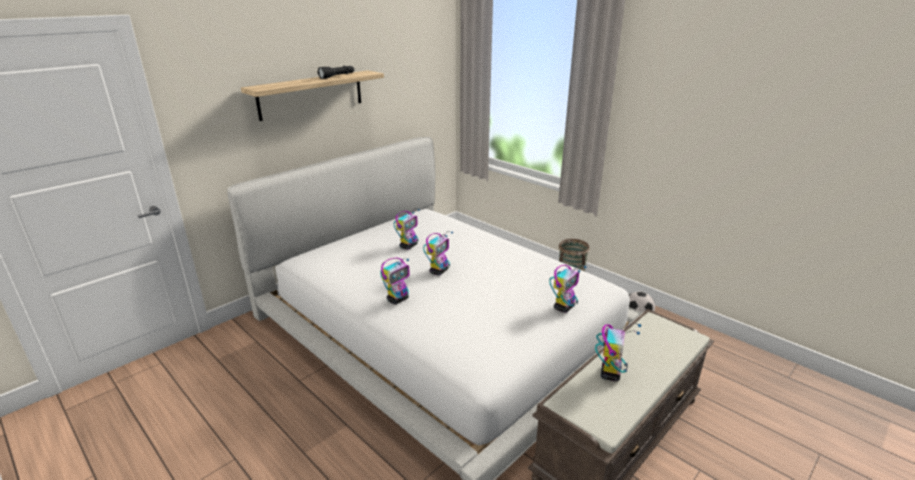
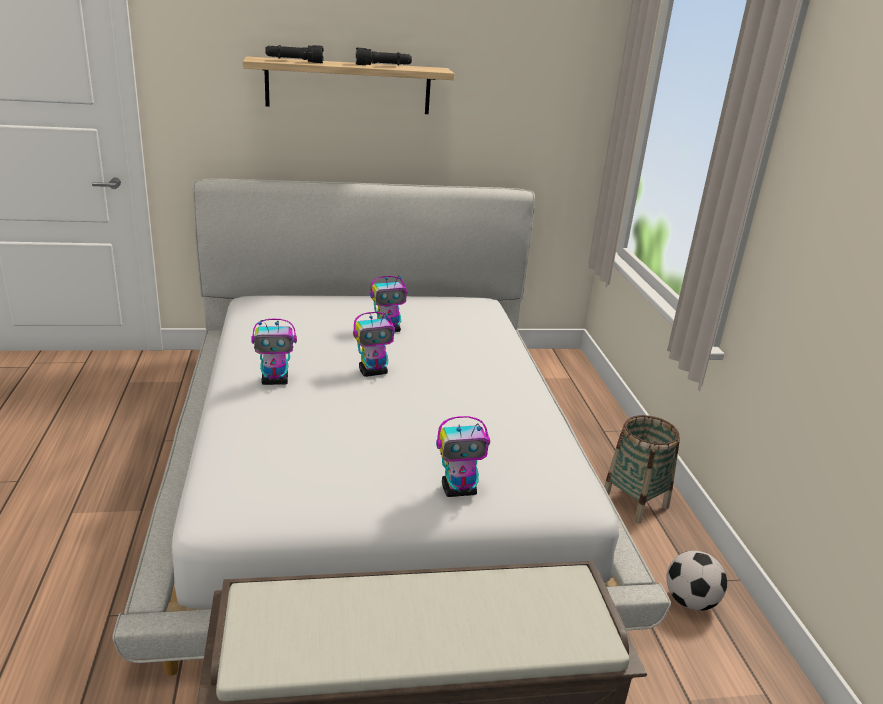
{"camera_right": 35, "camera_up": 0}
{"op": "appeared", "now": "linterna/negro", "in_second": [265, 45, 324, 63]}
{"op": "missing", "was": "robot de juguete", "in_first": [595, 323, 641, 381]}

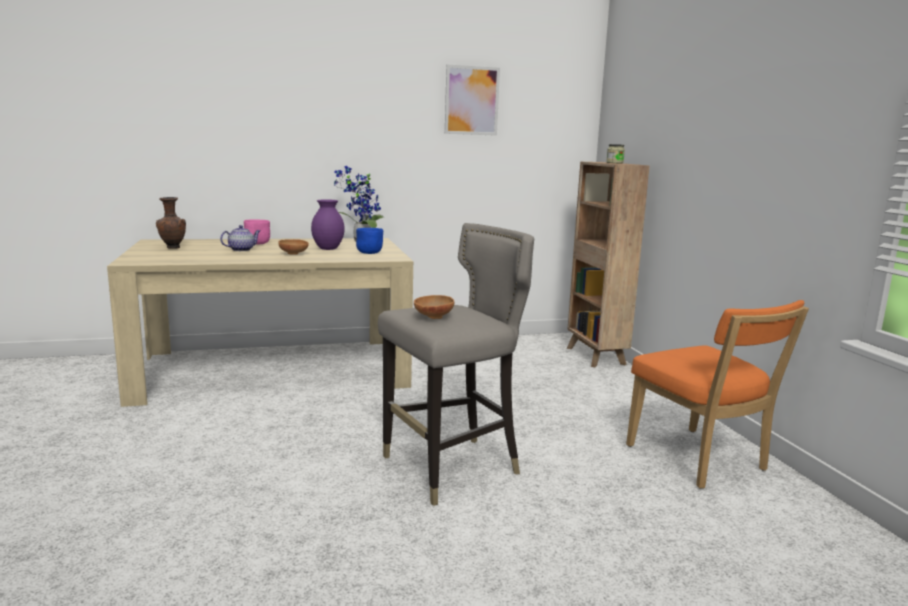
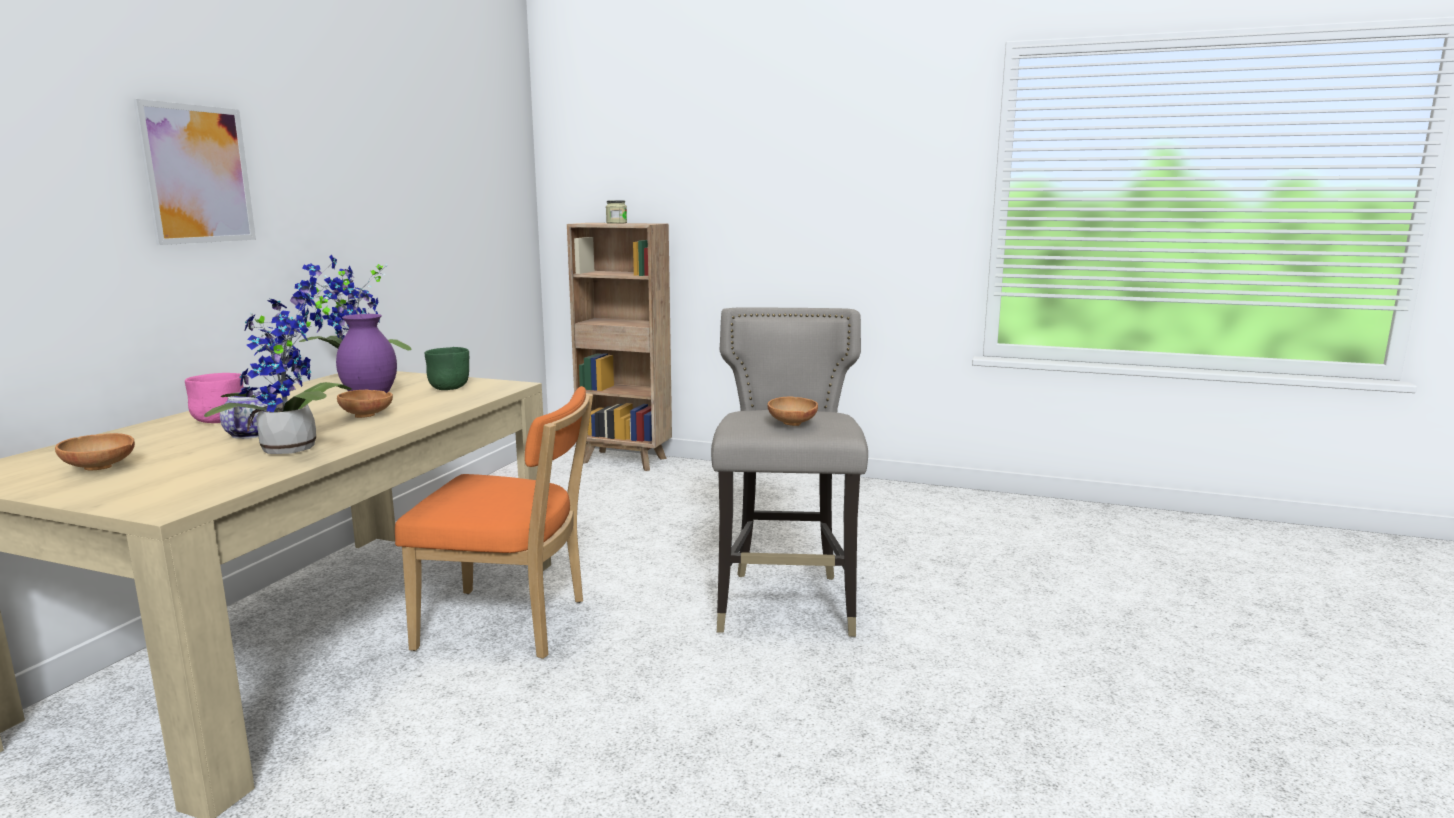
{"camera_right": -55, "camera_up": 0}
{"op": "exchanged", "was": "florero/marrón", "now": "cuenco/marrón", "in_first": [156, 197, 186, 249], "in_second": [55, 433, 135, 470]}
{"op": "relocated", "was": "cuadro", "in_first": [445, 65, 500, 136], "in_second": [134, 99, 256, 245]}
{"op": "appeared", "now": "planta en maceta", "in_second": [204, 276, 352, 454]}
{"op": "relocated", "was": "silla/naranja", "in_first": [626, 300, 809, 489], "in_second": [395, 386, 593, 659]}
{"op": "colour", "was": "cuenco/azul", "now": "cuenco/verde", "in_first": [356, 228, 383, 254], "in_second": [425, 347, 469, 390]}

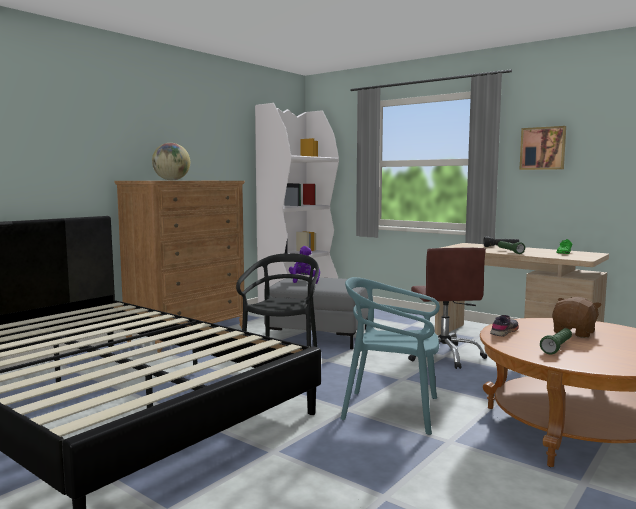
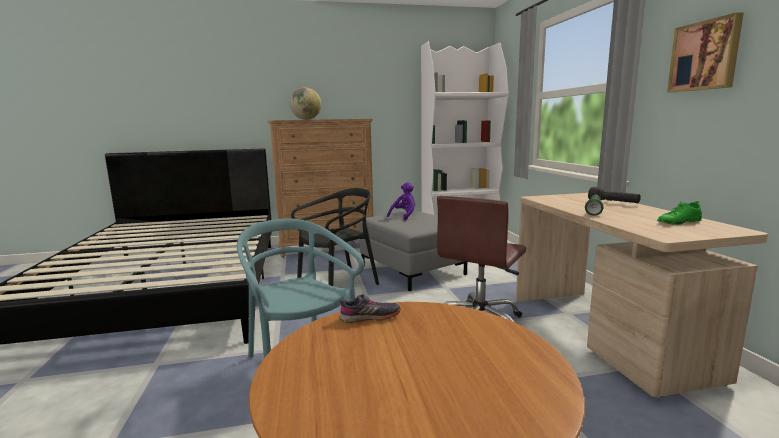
{"camera_right": 40, "camera_up": 5}
{"op": "missing", "was": "linterna/verde", "in_first": [540, 328, 572, 354]}
{"op": "missing", "was": "peluche/marrón", "in_first": [552, 297, 602, 338]}

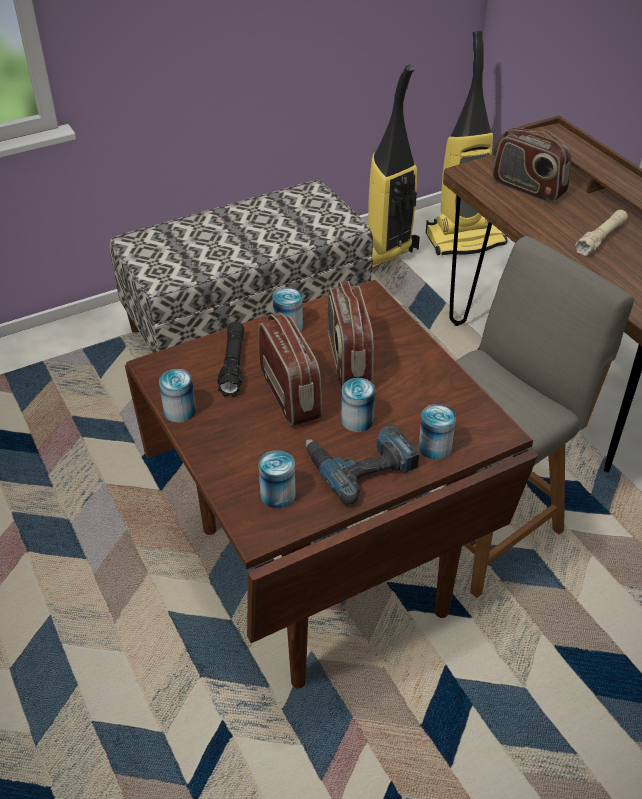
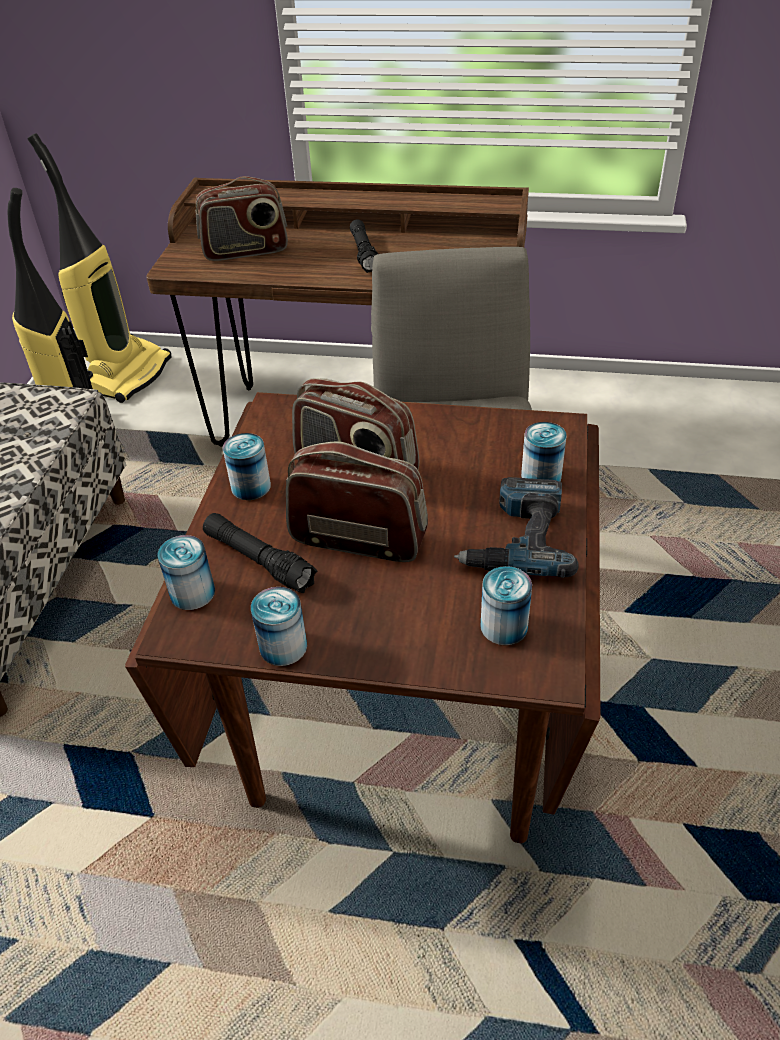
{"camera_right": -50, "camera_up": 0}
{"op": "relocated", "was": "lata", "in_first": [341, 378, 375, 432], "in_second": [157, 535, 215, 610]}
{"op": "colour", "was": "linterna/beis", "now": "linterna/negro", "in_first": [575, 210, 628, 256], "in_second": [350, 219, 378, 273]}

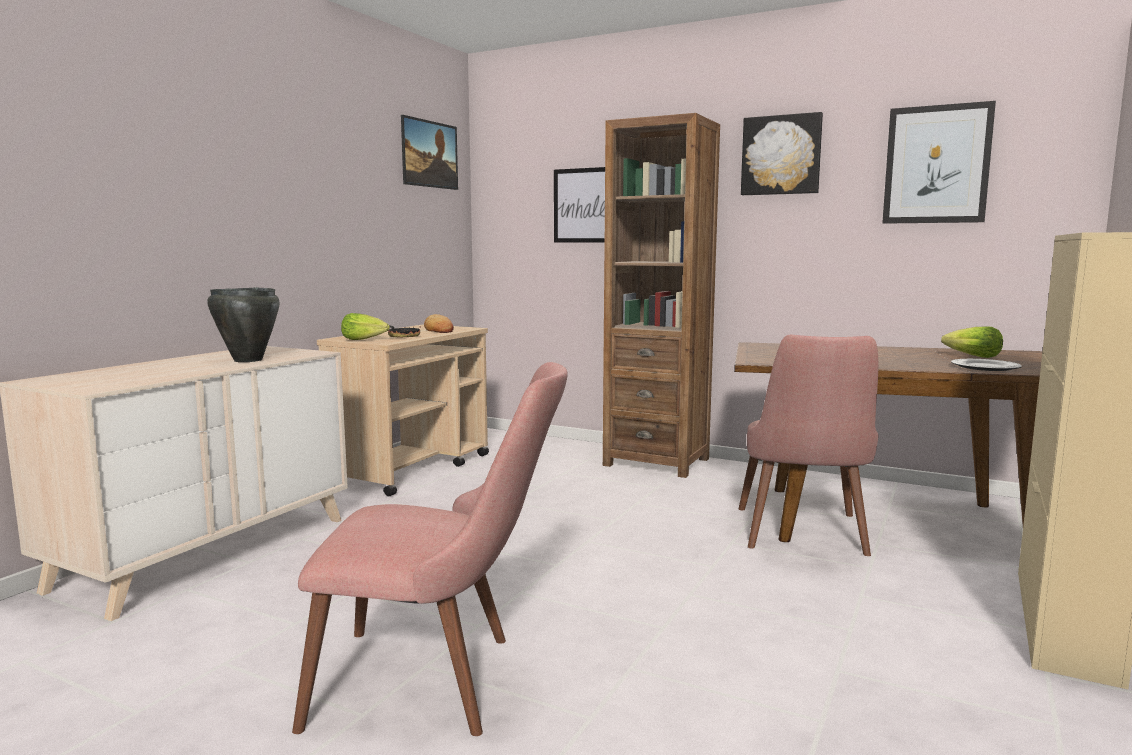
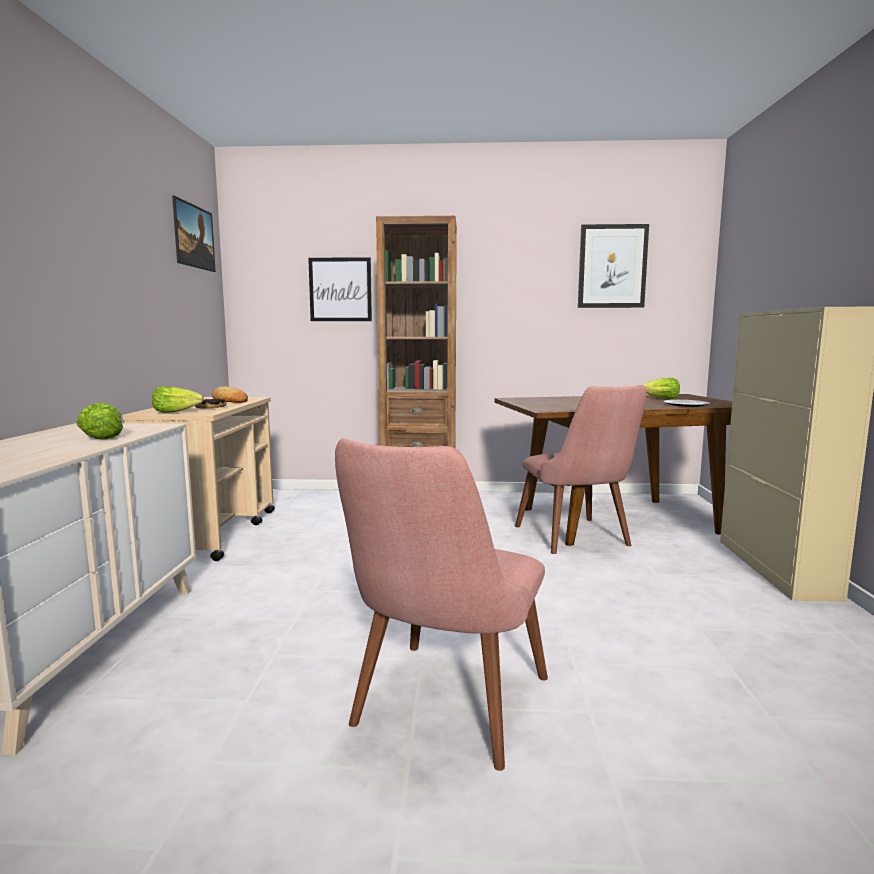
{"camera_right": -25, "camera_up": 0}
{"op": "exchanged", "was": "olla/negro", "now": "lechuga", "in_first": [207, 287, 280, 362], "in_second": [76, 403, 123, 440]}
{"op": "spun", "was": "silla/rosa", "in_first": [292, 362, 568, 736], "in_second": [335, 438, 548, 771], "clockwise": 135}
{"op": "missing", "was": "cuadro", "in_first": [741, 112, 823, 195]}

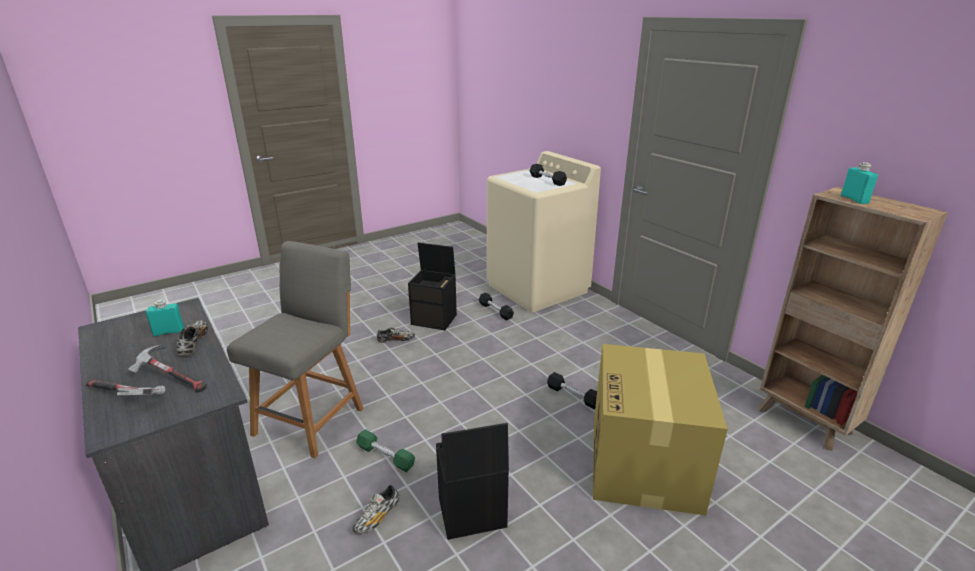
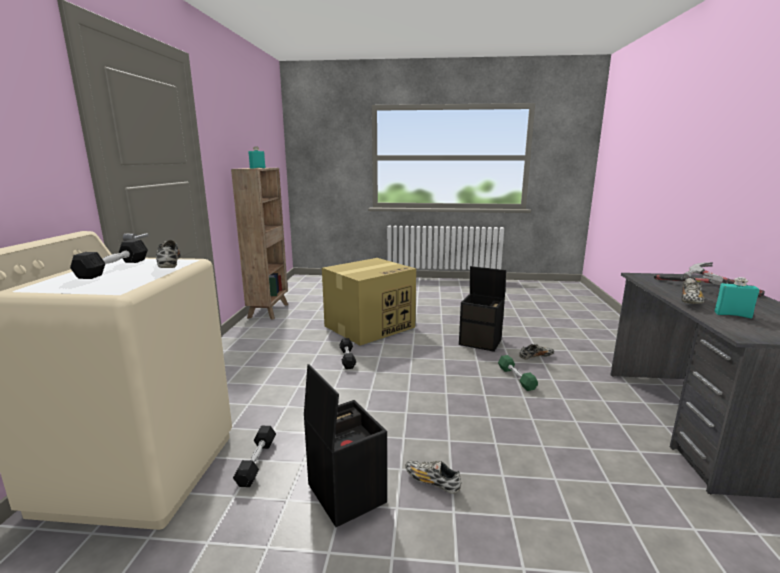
{"camera_right": -140, "camera_up": -10}
{"op": "appeared", "now": "zapato", "in_second": [156, 240, 181, 268]}
{"op": "missing", "was": "silla/gris", "in_first": [227, 241, 363, 458]}

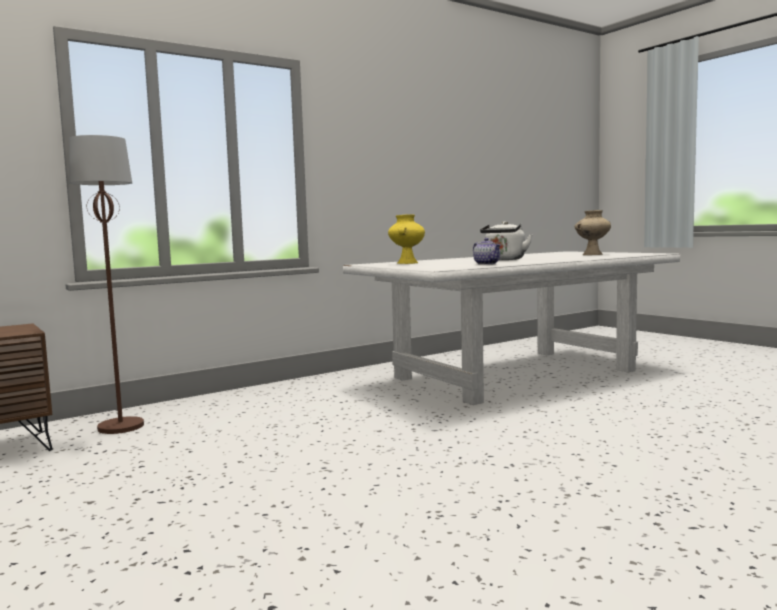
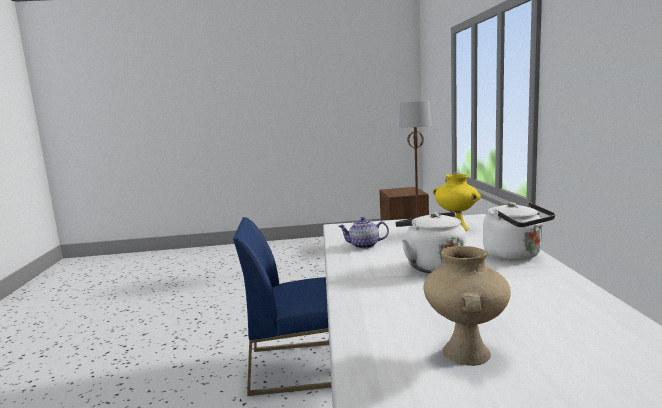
{"camera_right": 120, "camera_up": 5}
{"op": "appeared", "now": "silla/azul", "in_second": [233, 217, 332, 396]}
{"op": "appeared", "now": "hervidor/blanco", "in_second": [483, 202, 555, 261]}

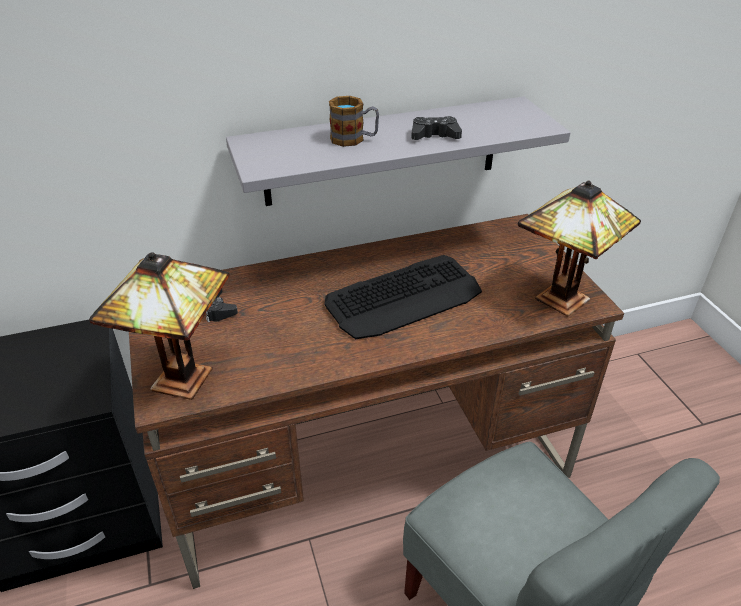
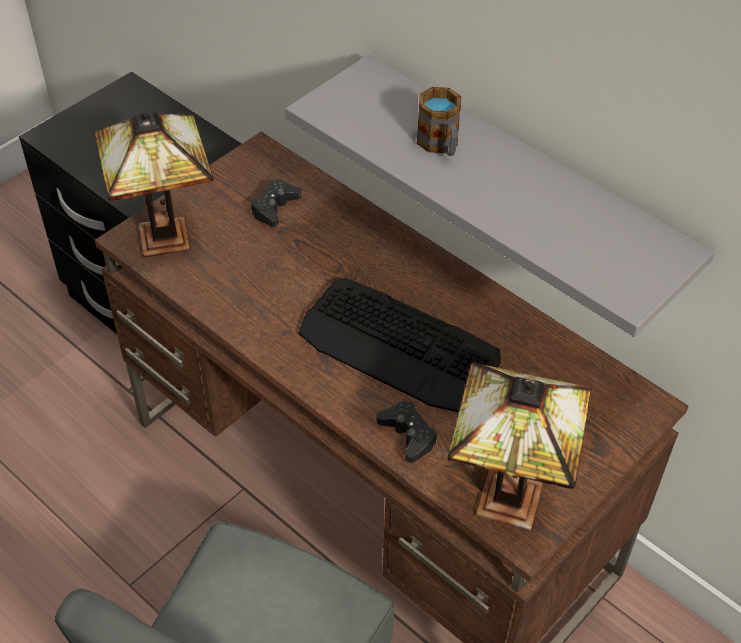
{"camera_right": 60, "camera_up": 10}
{"op": "relocated", "was": "mando de consola/negro", "in_first": [411, 116, 462, 140], "in_second": [377, 401, 437, 463]}

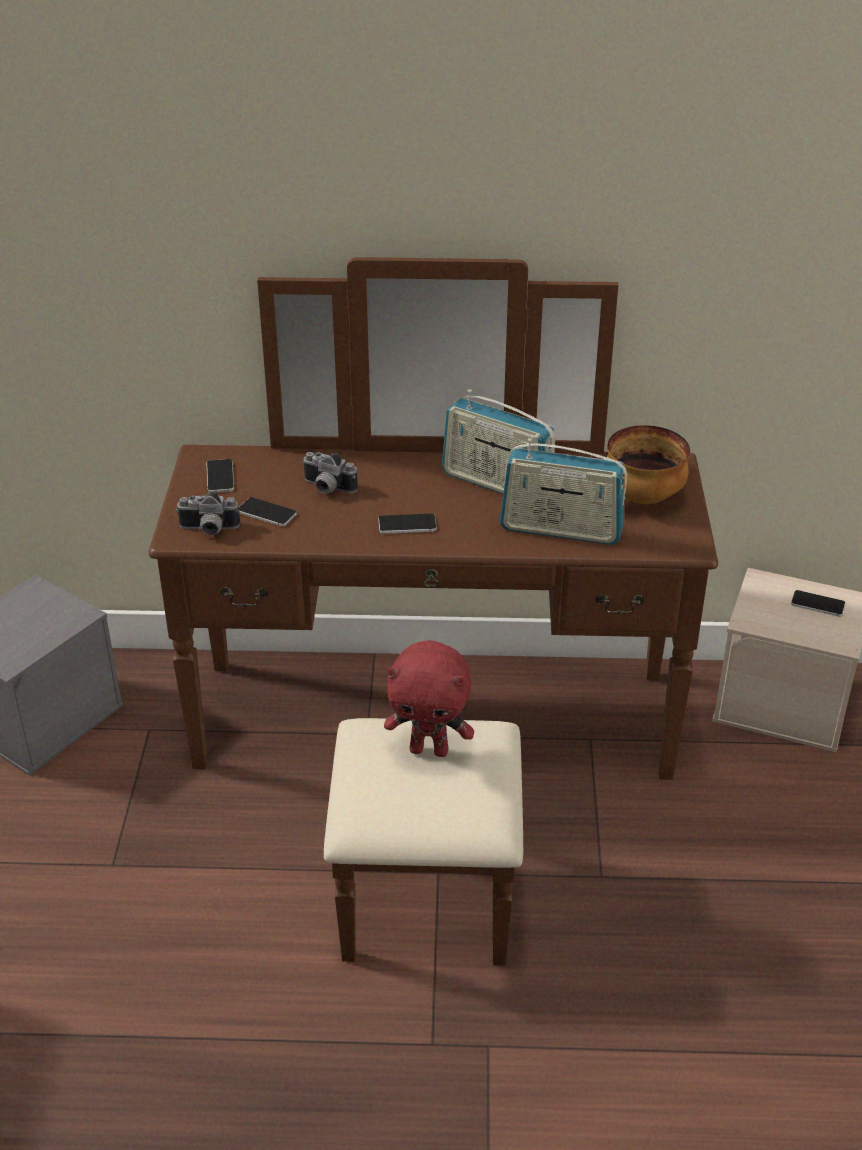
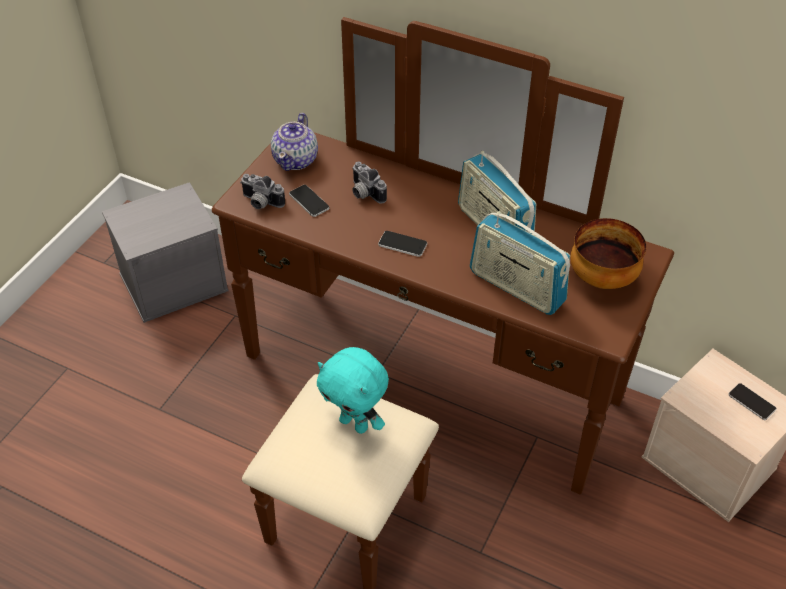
{"camera_right": 25, "camera_up": 10}
{"op": "exchanged", "was": "móvil", "now": "tetera", "in_first": [207, 459, 234, 493], "in_second": [271, 113, 318, 171]}
{"op": "colour", "was": "peluche/rojo", "now": "peluche/turquesa", "in_first": [384, 641, 474, 757], "in_second": [317, 347, 389, 434]}

